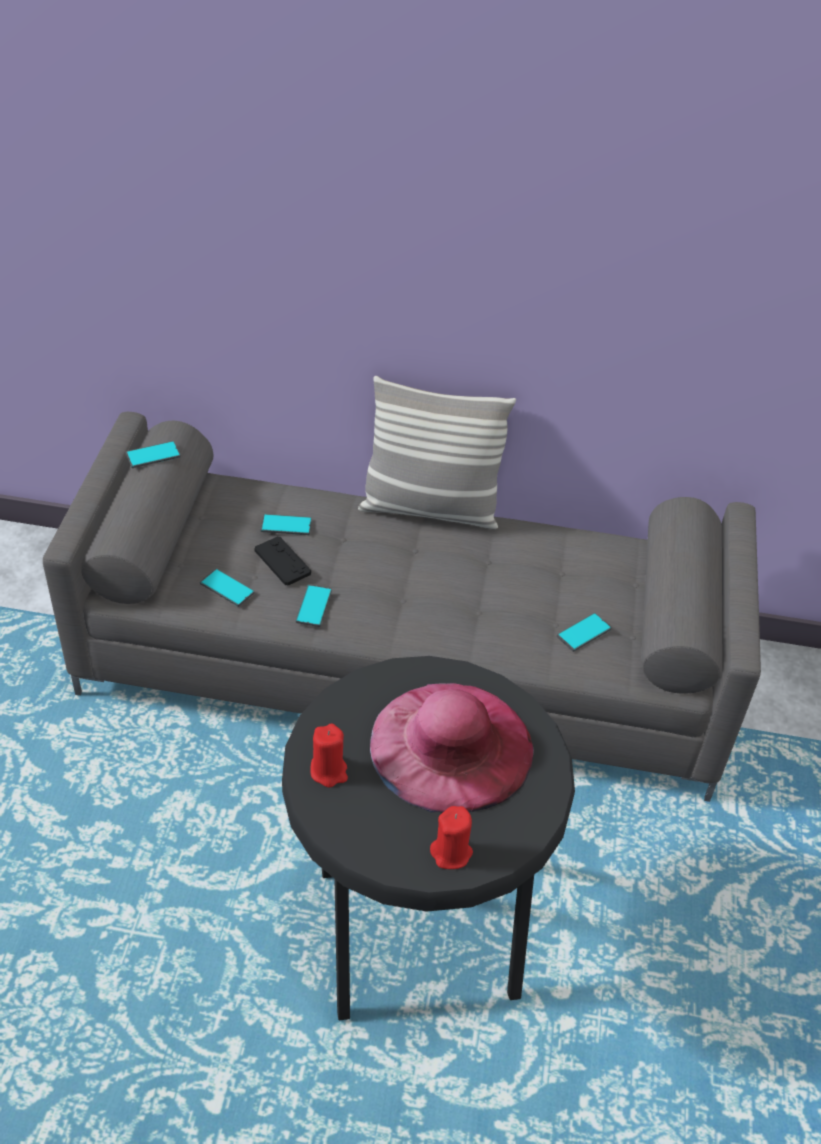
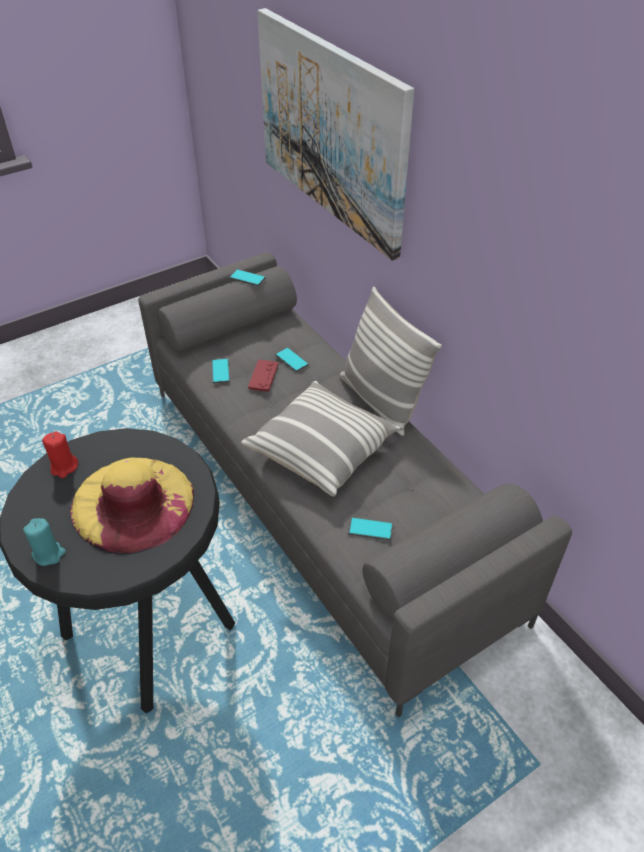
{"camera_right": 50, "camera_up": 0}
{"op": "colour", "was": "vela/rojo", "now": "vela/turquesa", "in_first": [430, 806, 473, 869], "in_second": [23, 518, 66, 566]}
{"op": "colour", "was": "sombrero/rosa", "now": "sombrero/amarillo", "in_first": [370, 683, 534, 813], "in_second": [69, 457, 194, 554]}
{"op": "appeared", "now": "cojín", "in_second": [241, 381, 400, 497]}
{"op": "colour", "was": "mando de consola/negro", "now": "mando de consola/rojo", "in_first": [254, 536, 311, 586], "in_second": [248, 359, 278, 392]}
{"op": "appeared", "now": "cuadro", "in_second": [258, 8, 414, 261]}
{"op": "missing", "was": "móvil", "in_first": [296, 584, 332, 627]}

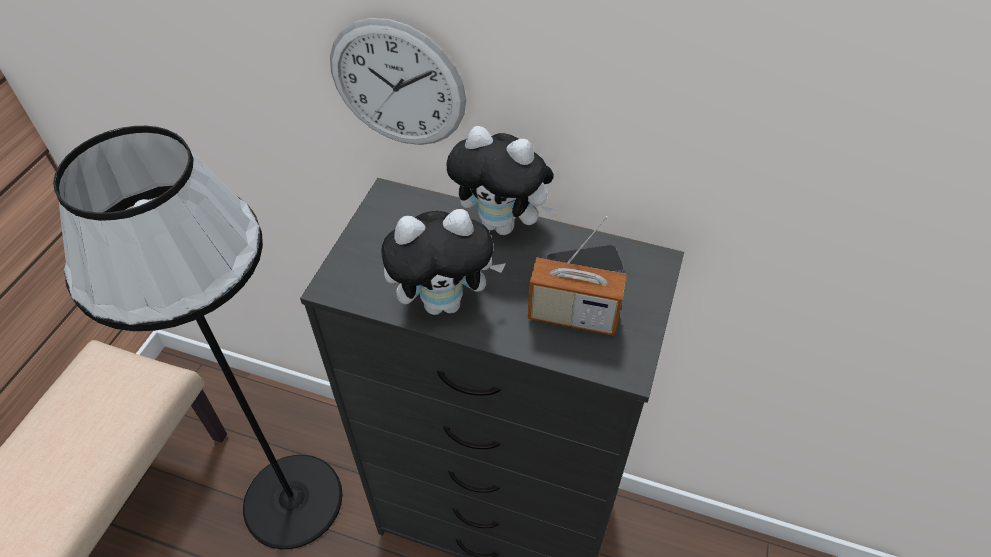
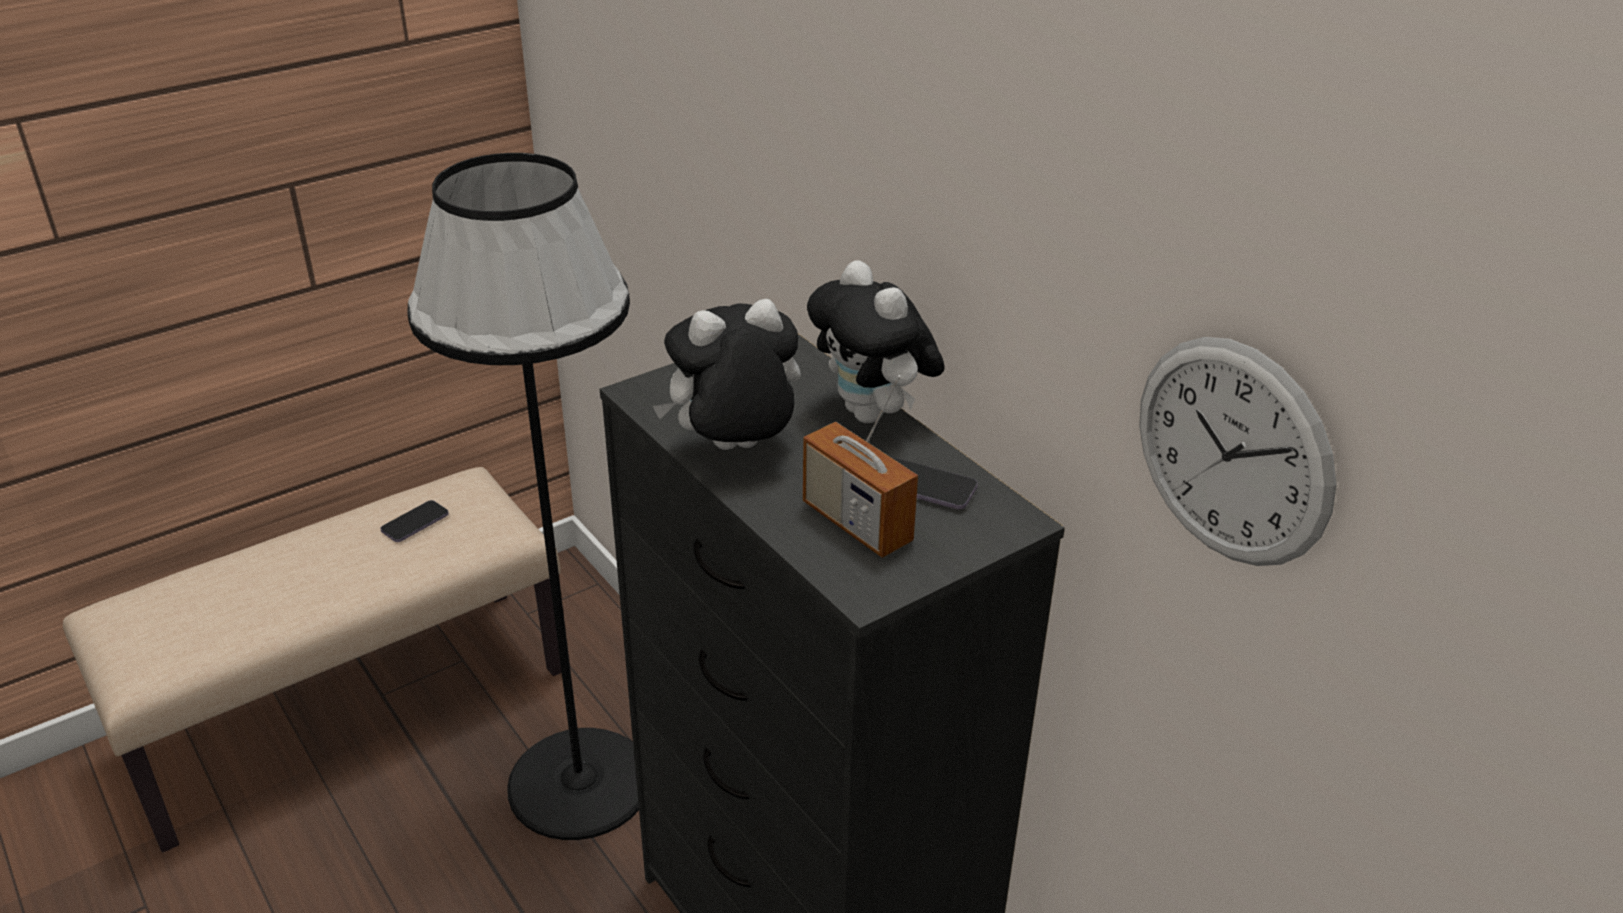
{"camera_right": 35, "camera_up": -15}
{"op": "appeared", "now": "móvil", "in_second": [380, 500, 449, 542]}
{"op": "spun", "was": "peluche", "in_first": [381, 209, 506, 315], "in_second": [653, 299, 801, 450], "clockwise": 135}
{"op": "relocated", "was": "reloj de pared", "in_first": [330, 18, 466, 145], "in_second": [1139, 337, 1337, 566]}

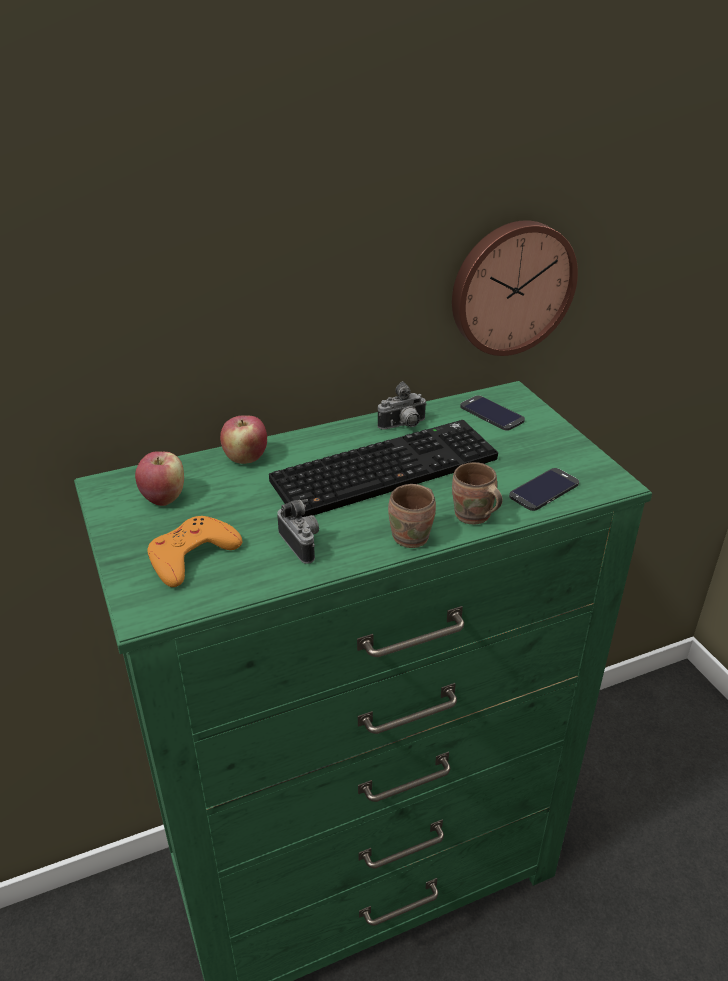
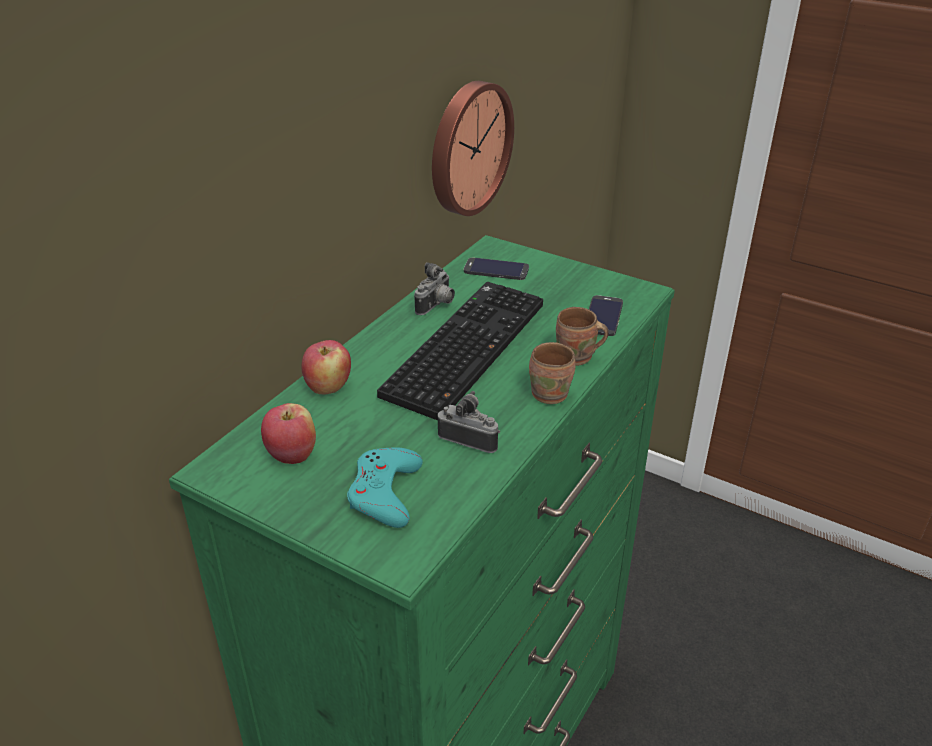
{"camera_right": -35, "camera_up": 0}
{"op": "colour", "was": "mando de consola/naranja", "now": "mando de consola/turquesa", "in_first": [148, 516, 242, 587], "in_second": [347, 447, 423, 528]}

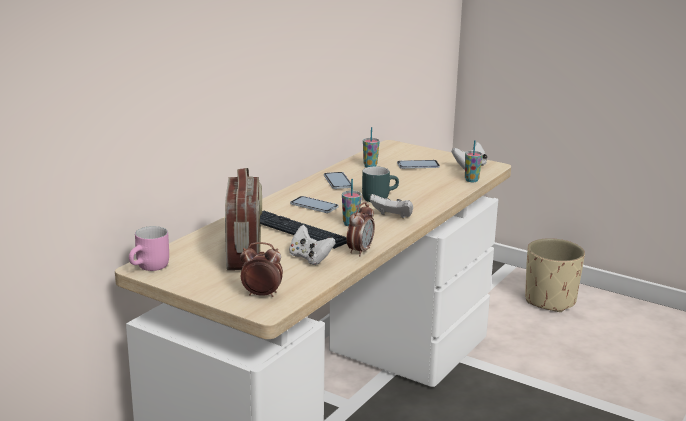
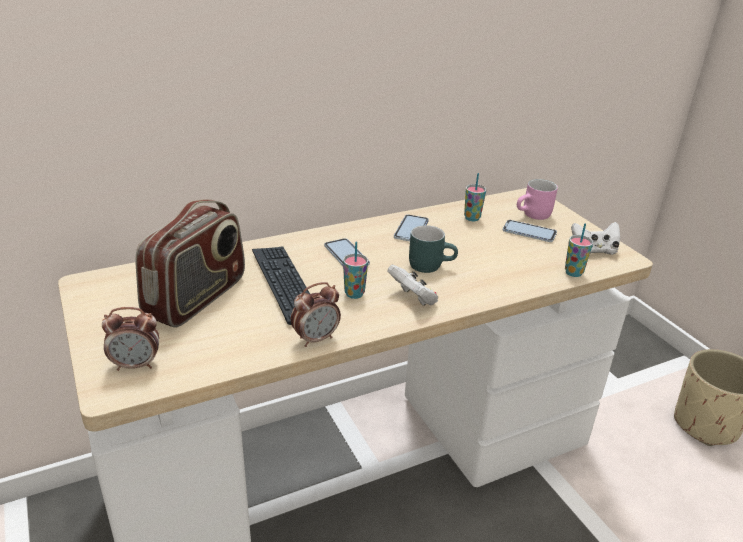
{"camera_right": 30, "camera_up": 10}
{"op": "spun", "was": "despertador", "in_first": [240, 242, 283, 297], "in_second": [102, 307, 159, 371], "clockwise": 135}
{"op": "relocated", "was": "taza grande/rosa", "in_first": [129, 226, 169, 271], "in_second": [517, 179, 558, 220]}
{"op": "missing", "was": "mando de consola/blanco", "in_first": [289, 225, 336, 265]}

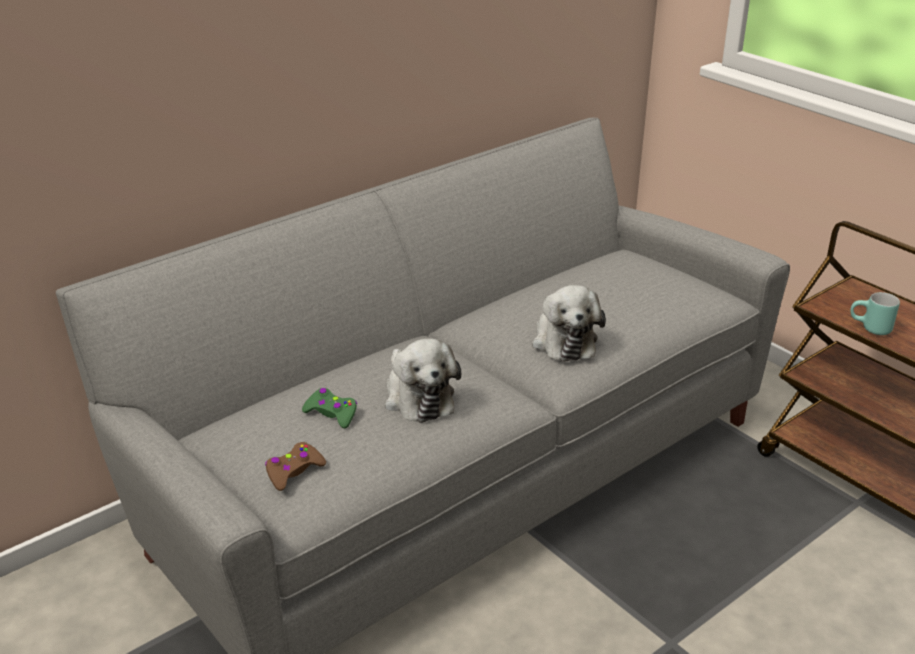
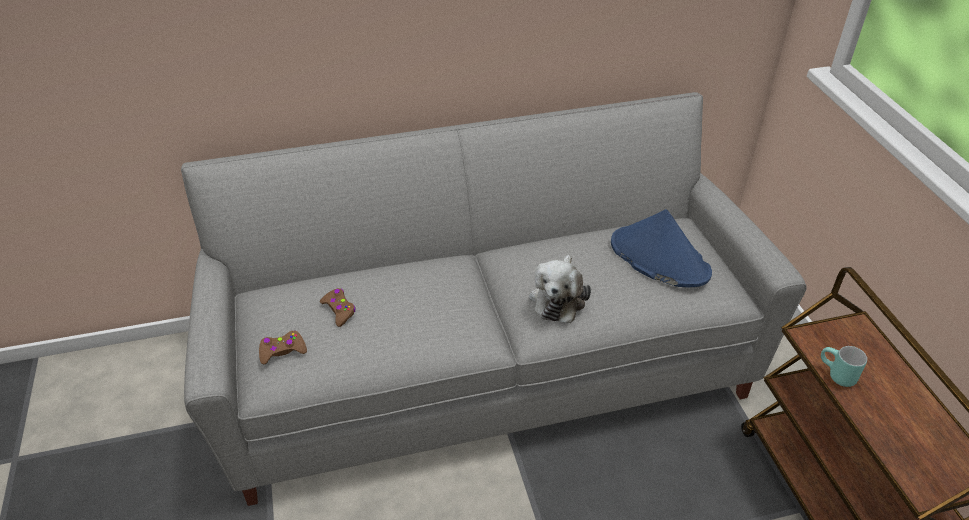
{"camera_right": 25, "camera_up": 10}
{"op": "colour", "was": "mando de consola/verde", "now": "mando de consola/marrón", "in_first": [302, 388, 357, 429], "in_second": [320, 288, 356, 327]}
{"op": "appeared", "now": "sombrero/azul", "in_second": [611, 209, 712, 287]}
{"op": "missing", "was": "peluche", "in_first": [385, 338, 461, 423]}

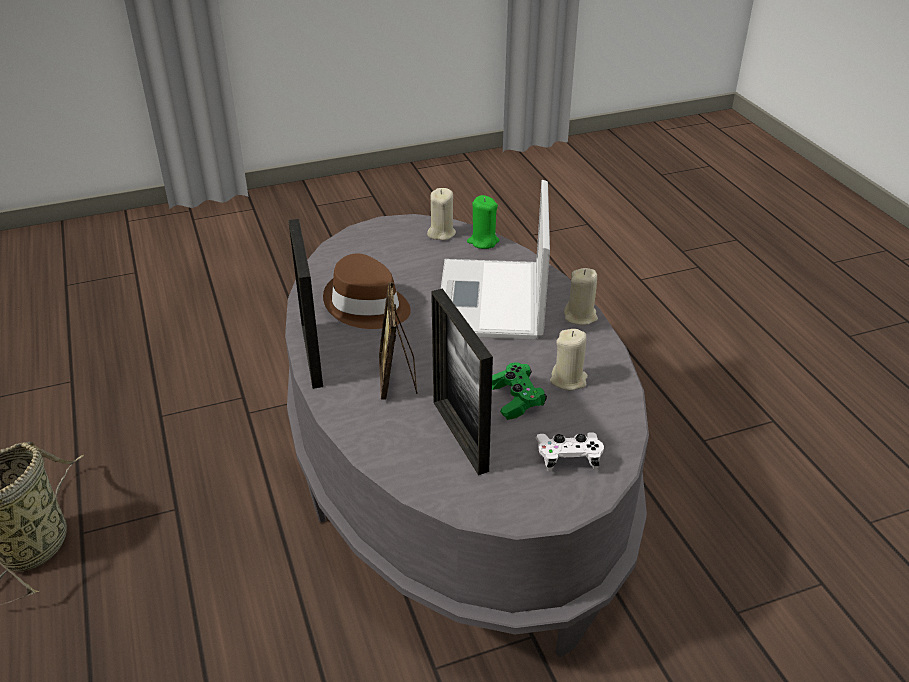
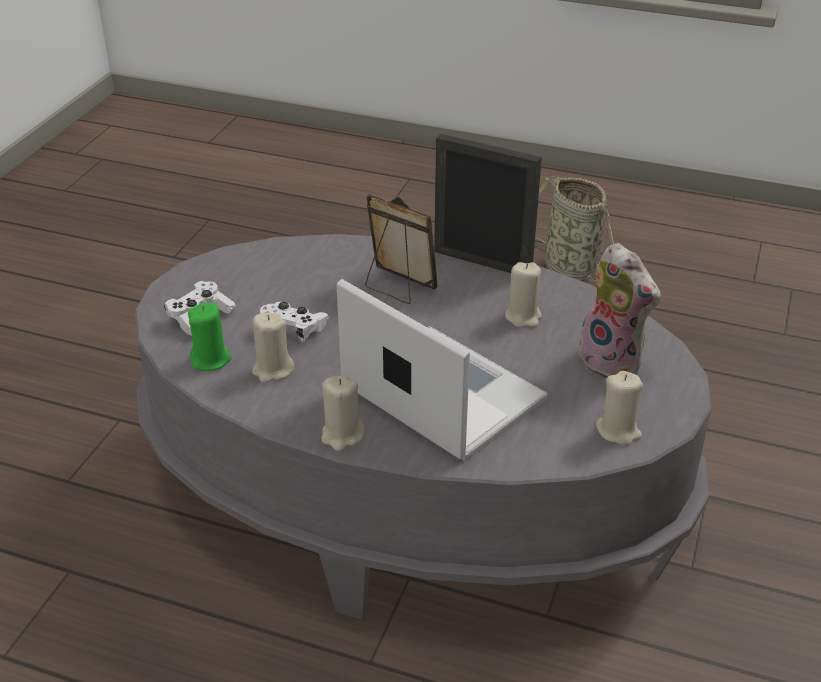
{"camera_right": 130, "camera_up": 0}
{"op": "relocated", "was": "vela/verde", "in_first": [467, 195, 499, 249], "in_second": [188, 303, 232, 371]}
{"op": "colour", "was": "mando de consola/verde", "now": "mando de consola/blanco", "in_first": [492, 362, 547, 420], "in_second": [260, 302, 329, 342]}
{"op": "exchanged", "was": "sombrero/marrón", "now": "vela/beis", "in_first": [323, 253, 411, 329], "in_second": [505, 262, 542, 327]}
{"op": "appeared", "now": "peluche", "in_second": [578, 243, 661, 379]}
{"op": "missing", "was": "portarretratos", "in_first": [431, 288, 493, 475]}

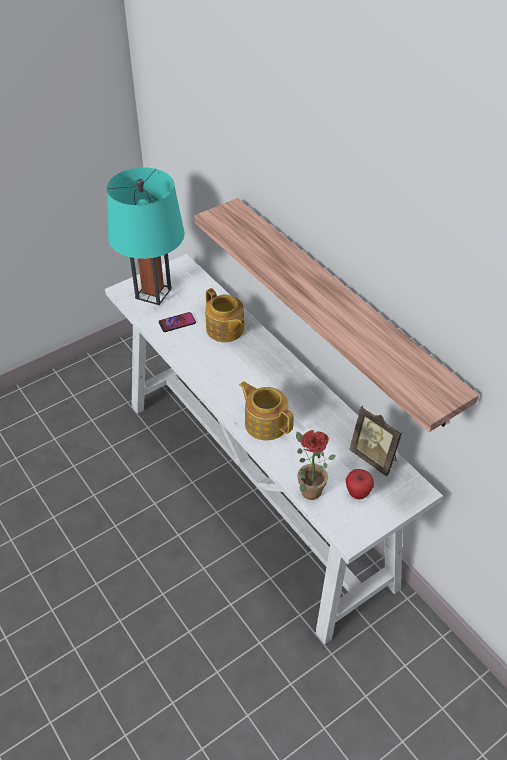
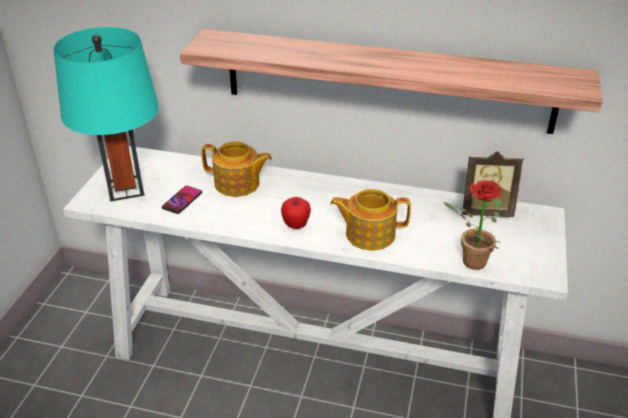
{"camera_right": -40, "camera_up": -10}
{"op": "relocated", "was": "manzana", "in_first": [346, 469, 374, 499], "in_second": [281, 197, 311, 229]}

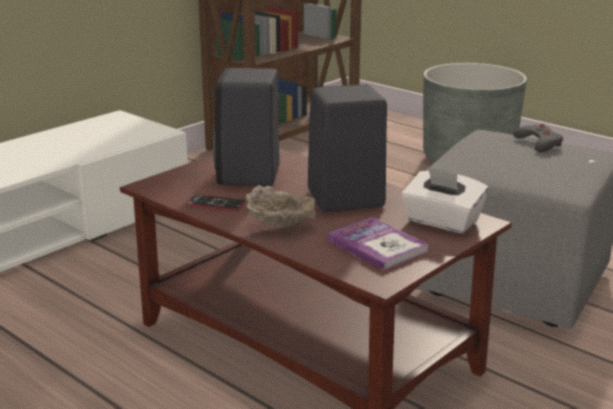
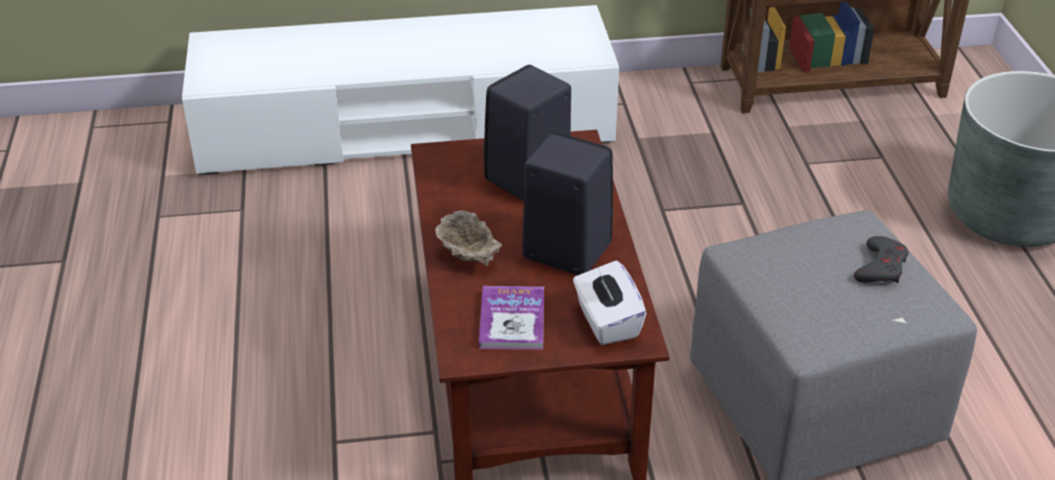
{"camera_right": 40, "camera_up": 15}
{"op": "missing", "was": "móvil", "in_first": [186, 194, 246, 211]}

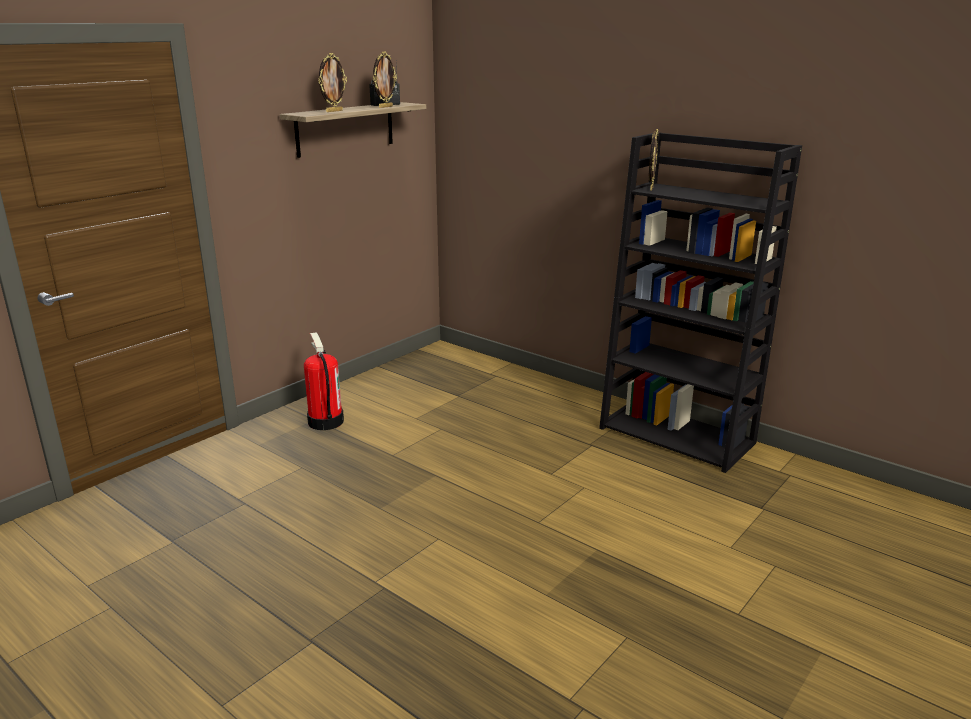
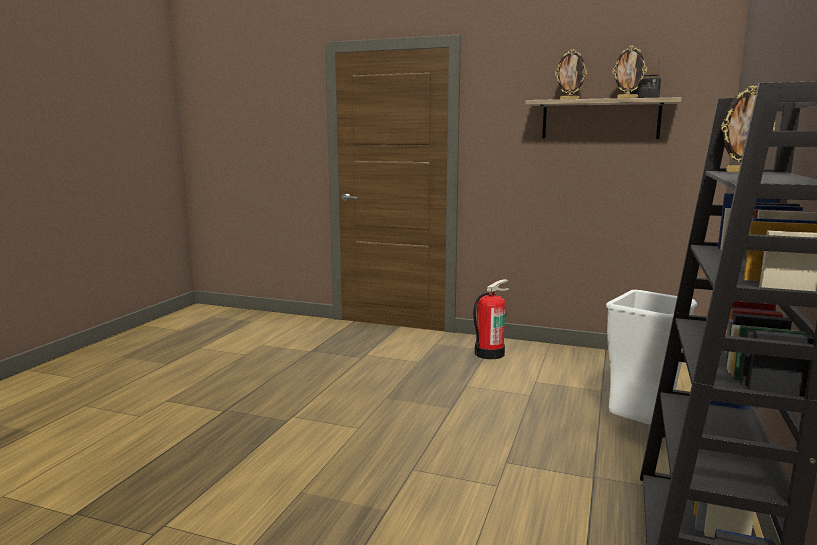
{"camera_right": 70, "camera_up": -10}
{"op": "appeared", "now": "papelera/blanco", "in_second": [606, 290, 697, 424]}

